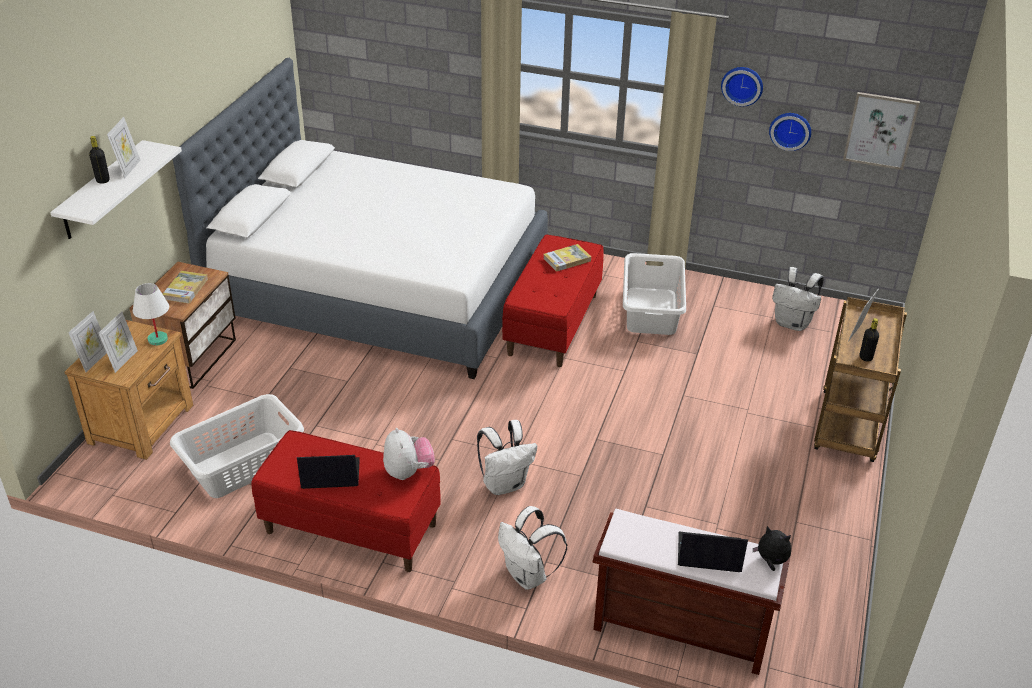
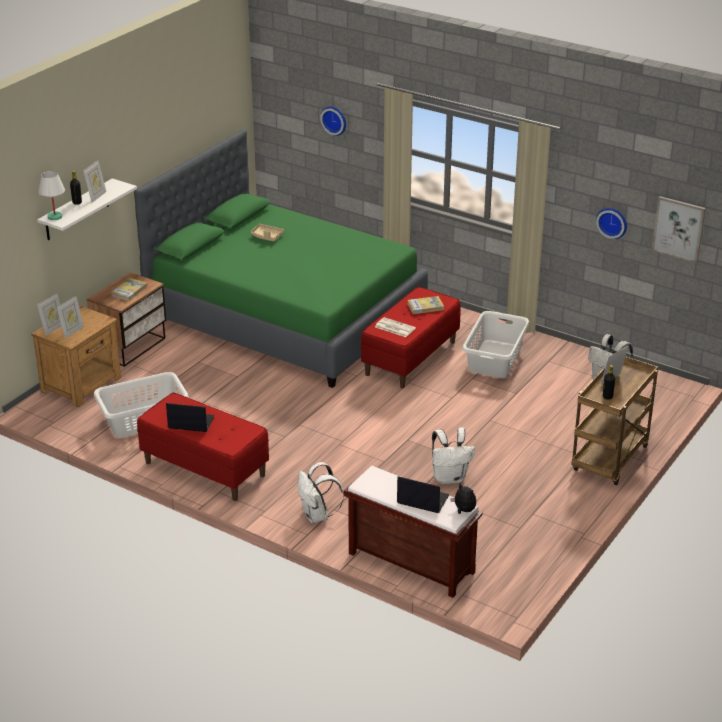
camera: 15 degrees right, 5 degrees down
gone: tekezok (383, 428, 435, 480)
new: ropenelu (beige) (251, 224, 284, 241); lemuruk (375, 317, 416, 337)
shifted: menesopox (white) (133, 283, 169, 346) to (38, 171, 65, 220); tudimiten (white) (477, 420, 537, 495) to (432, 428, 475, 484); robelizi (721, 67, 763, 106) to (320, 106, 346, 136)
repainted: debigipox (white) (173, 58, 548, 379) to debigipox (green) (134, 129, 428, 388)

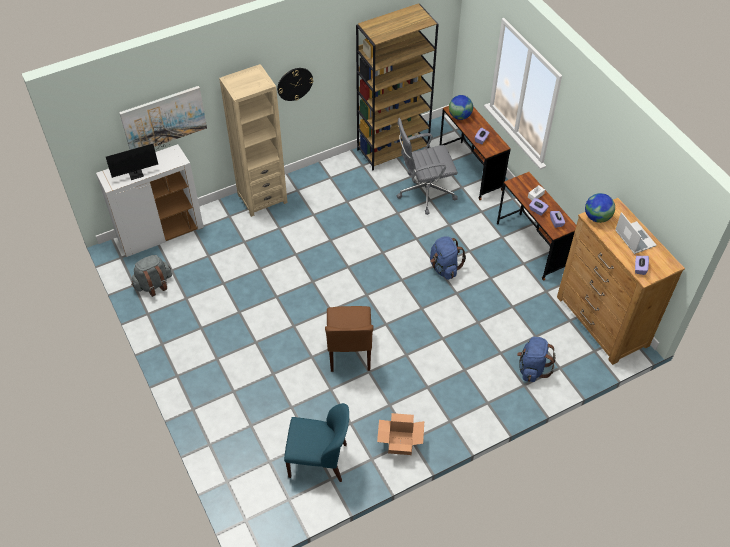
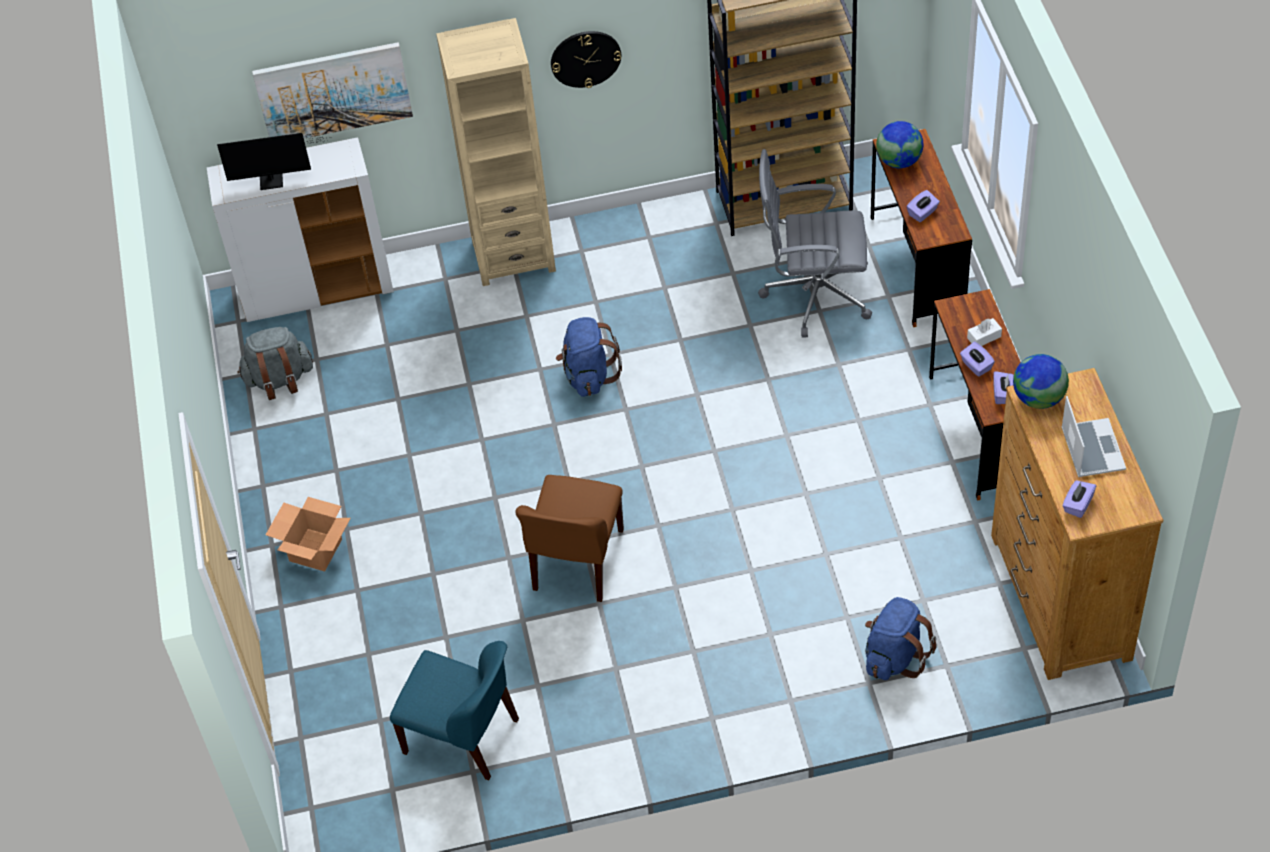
camera: 20 degrees right, 0 degrees up
shifted: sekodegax (377, 413, 424, 455) to (266, 497, 351, 571); tudimiten (blue) (430, 236, 466, 280) to (556, 317, 622, 397)

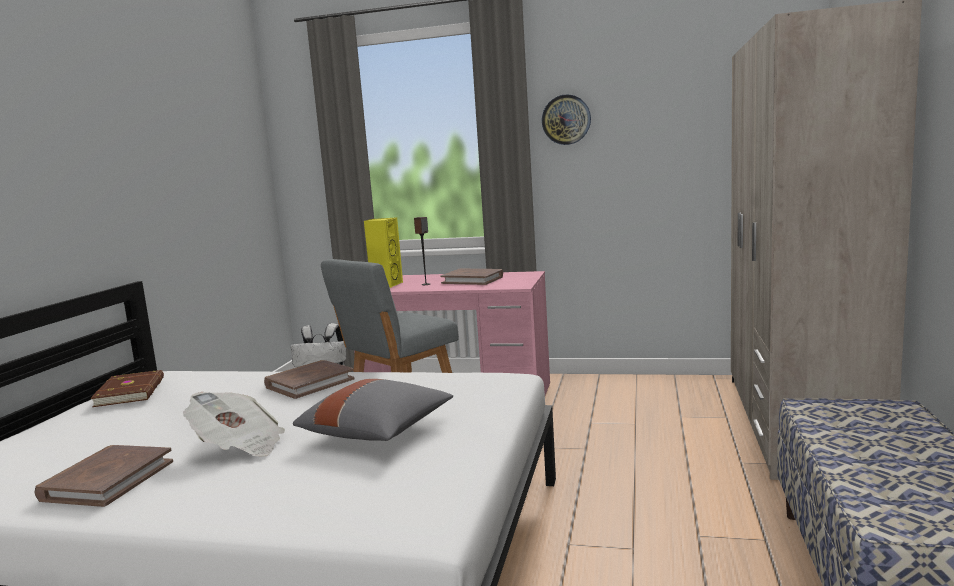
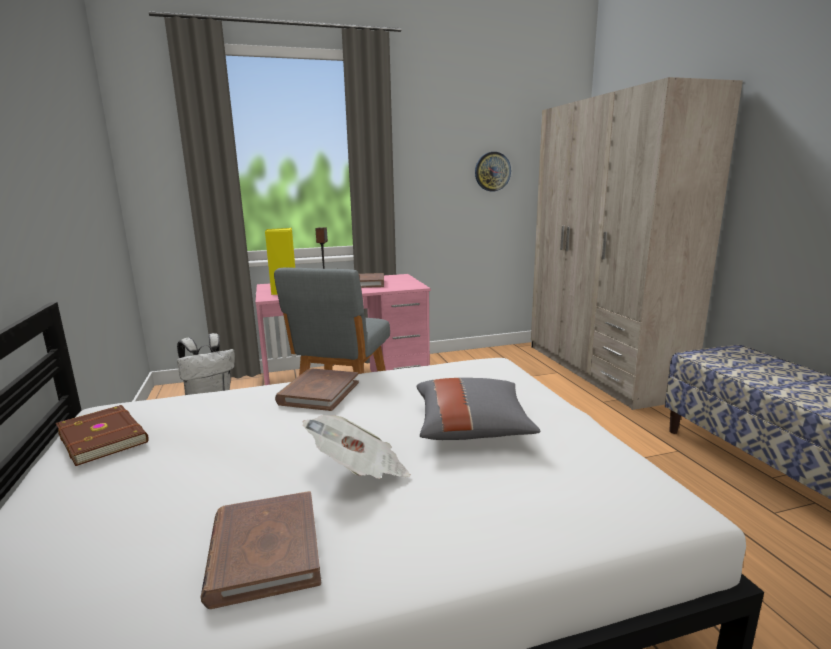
camera: 30 degrees left, 5 degrees up
shifted: robelizi (542, 94, 591, 145) to (475, 152, 511, 191)

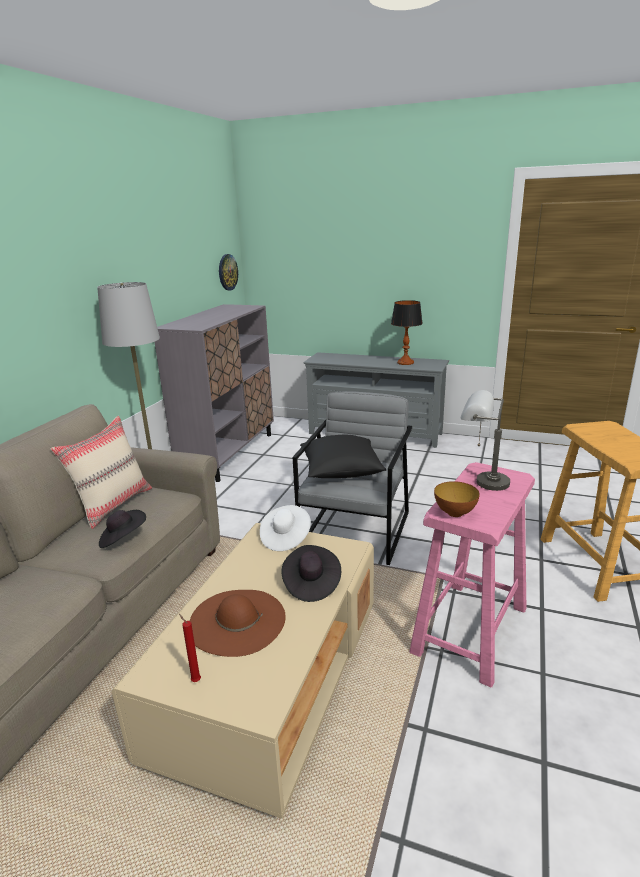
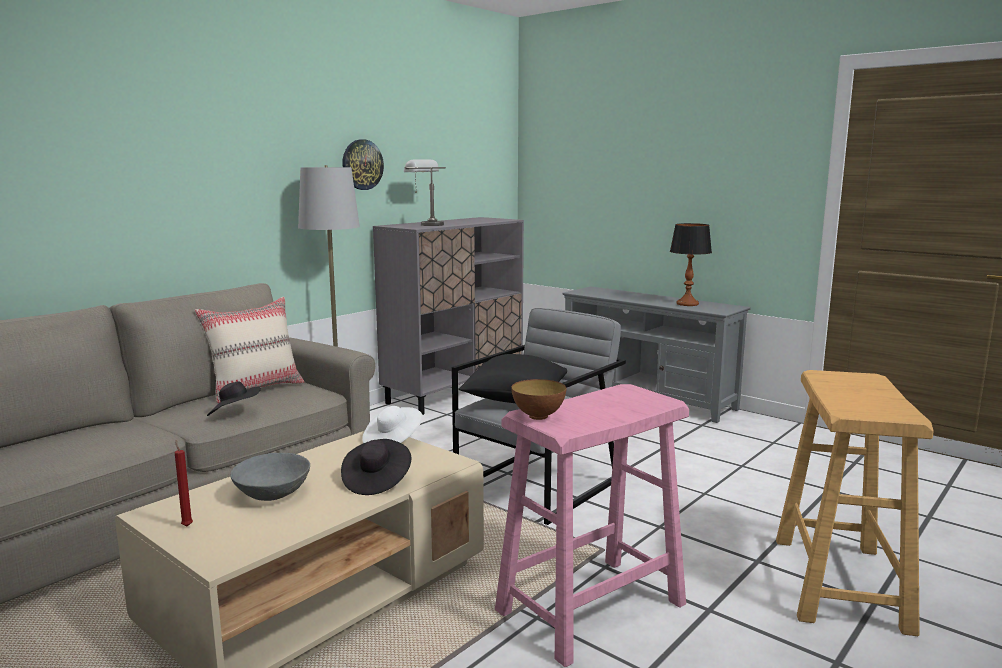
camera: 20 degrees right, 10 degrees down
shifted: robelizi (219, 254, 238, 290) to (342, 139, 384, 190); menesopox (grey) (461, 390, 510, 491) to (404, 159, 446, 226)
swapped: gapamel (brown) (189, 590, 286, 657) to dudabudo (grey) (230, 453, 310, 501)

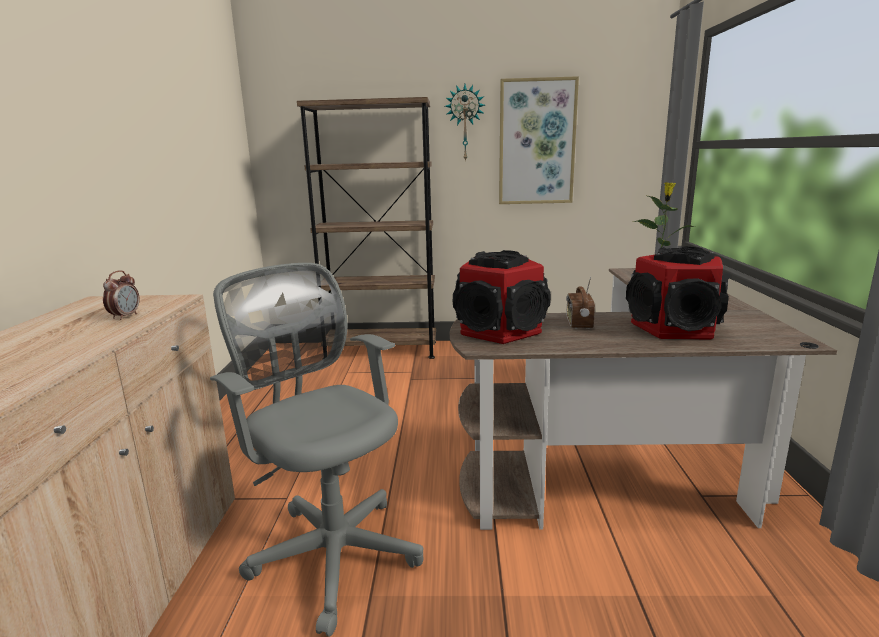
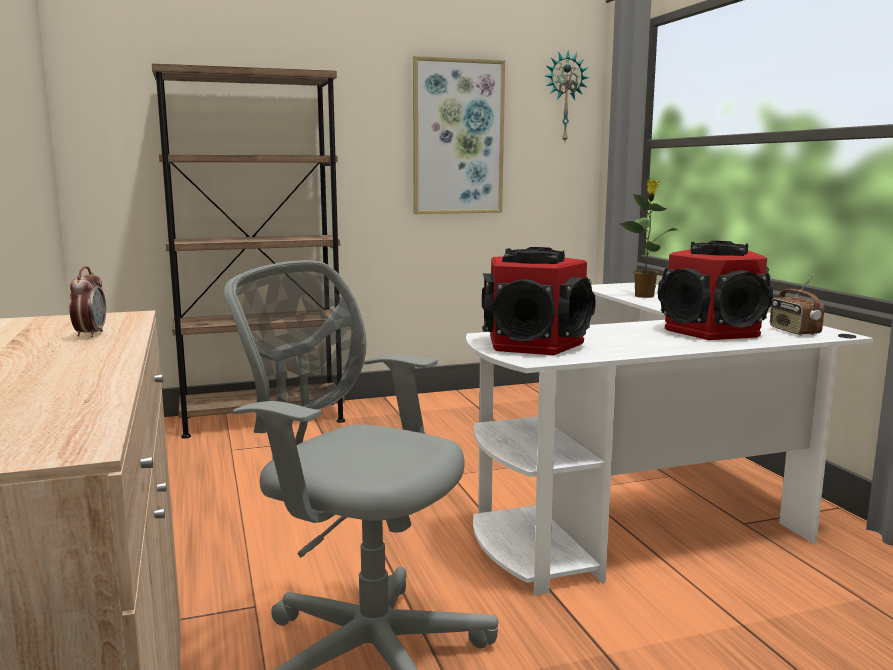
camera: 20 degrees left, 5 degrees down
shifted: robelizi (445, 84, 485, 162) to (545, 51, 589, 141); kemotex (566, 276, 595, 329) to (770, 274, 824, 336)
repainted: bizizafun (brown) (450, 268, 837, 530) to bizizafun (white) (466, 283, 874, 595)

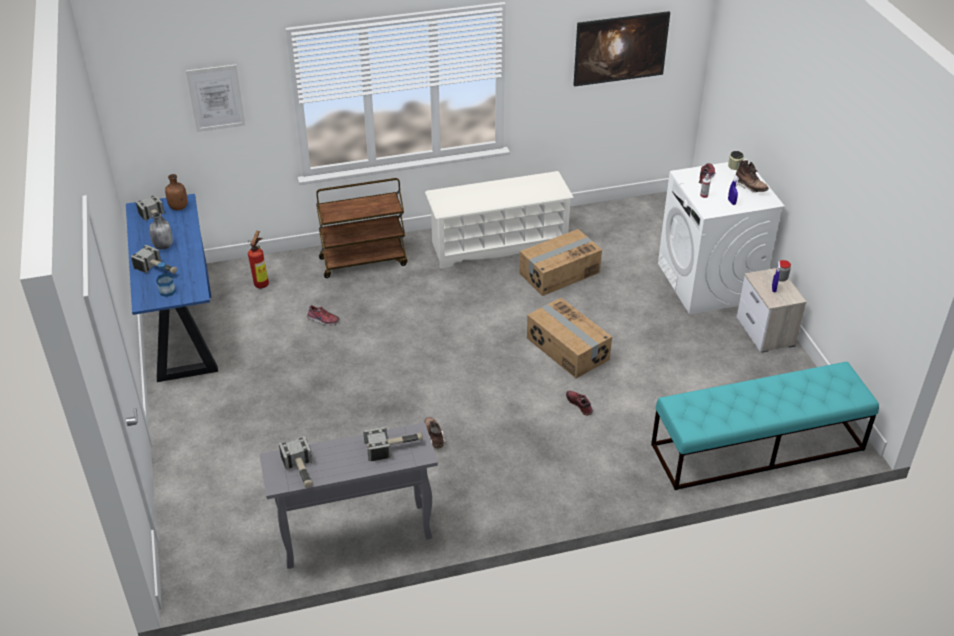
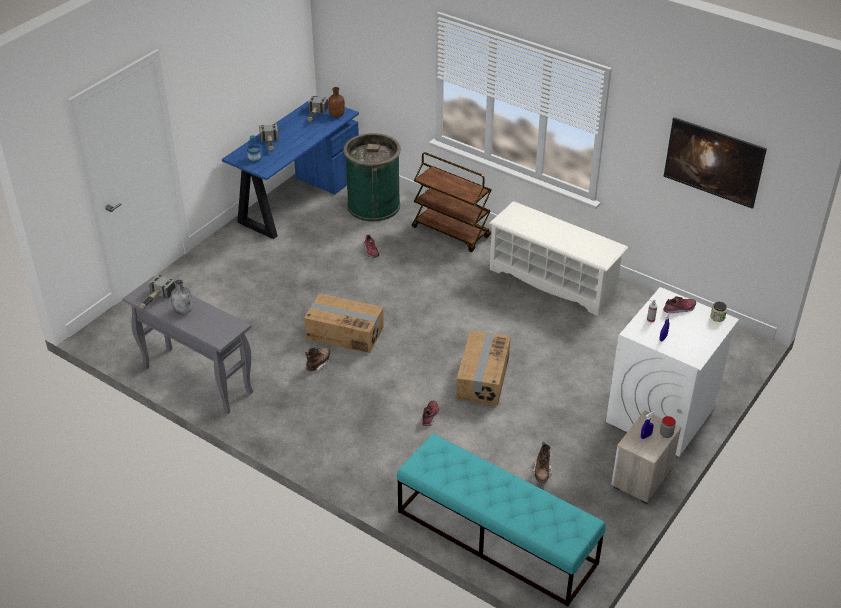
camera: 50 degrees right, 0 degrees up
gone: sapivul (186, 64, 245, 132); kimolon (363, 427, 423, 461)
shifted: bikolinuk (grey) (149, 212, 173, 250) to (171, 280, 192, 315); sekodegax (520, 229, 602, 296) to (304, 293, 383, 353); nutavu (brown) (736, 160, 769, 192) to (533, 442, 552, 483)
swapped: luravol (248, 231, 269, 288) to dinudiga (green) (343, 133, 401, 222)

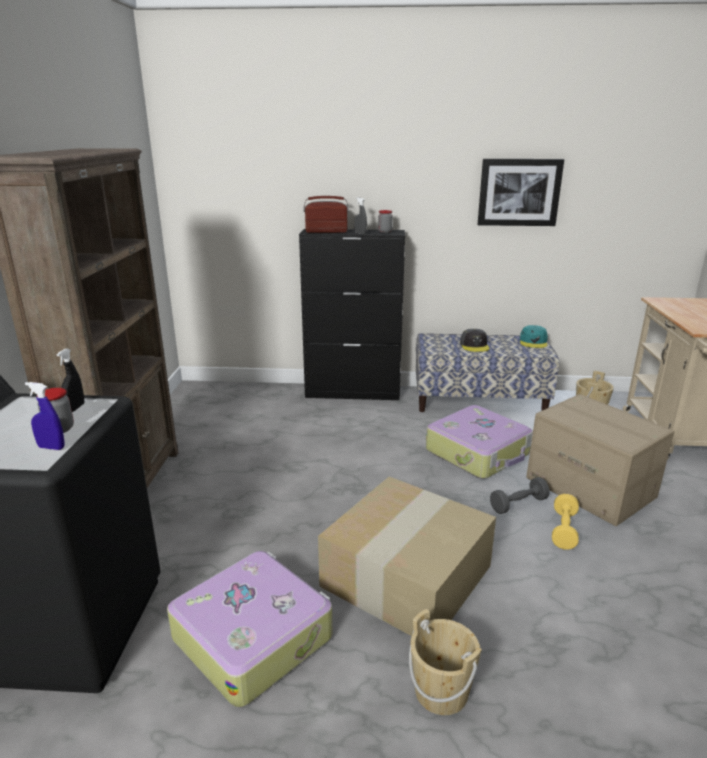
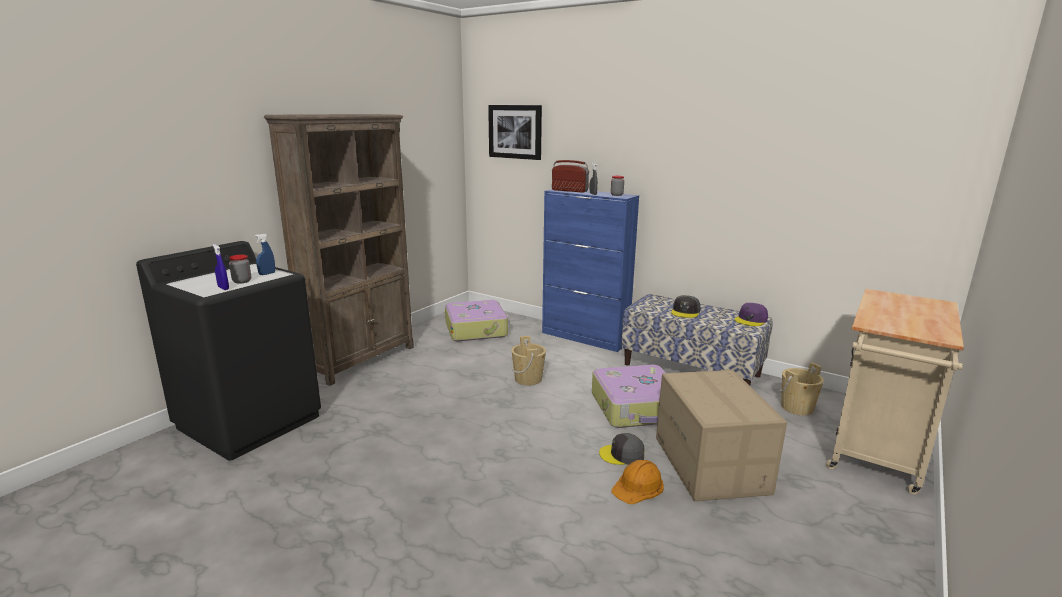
camera: 30 degrees right, 5 degrees down
gone: sekodegax (318, 476, 496, 636)
shifted: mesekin (167, 551, 333, 707) to (445, 300, 509, 341); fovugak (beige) (409, 609, 482, 715) to (511, 336, 546, 386); sapivul (478, 159, 564, 226) to (488, 105, 542, 160)
swapped: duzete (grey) (490, 477, 550, 514) to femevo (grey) (599, 433, 644, 465); duzete (yellow) (552, 494, 579, 550) to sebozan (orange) (612, 460, 664, 504)
repainted: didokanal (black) (57, 348, 84, 412) to didokanal (blue) (254, 233, 275, 275); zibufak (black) (299, 229, 405, 400) to zibufak (blue) (542, 189, 639, 352); femevo (turquoise) (520, 325, 548, 348) to femevo (purple) (735, 303, 768, 326)

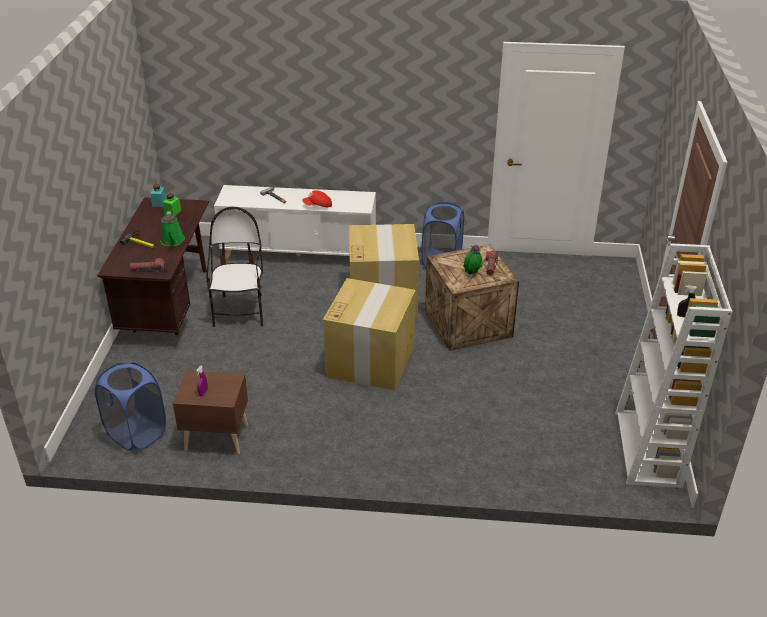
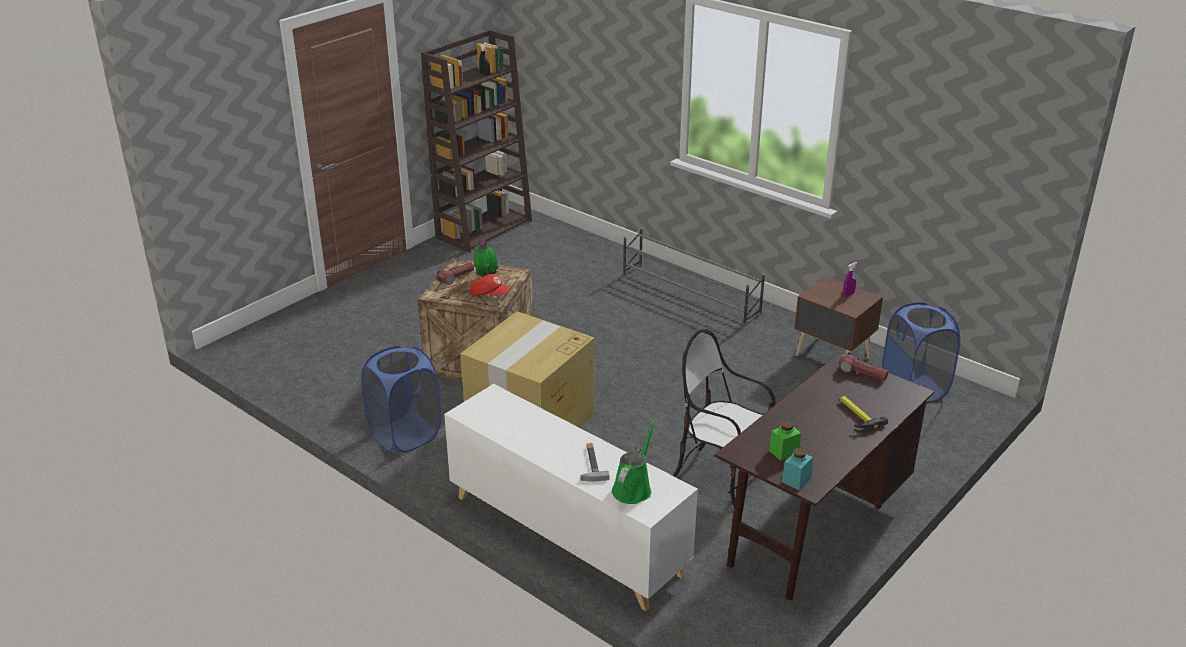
camera: 145 degrees left, 5 degrees down
gone: sekodegax (323, 278, 416, 390)
new: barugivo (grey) (623, 227, 765, 326)
shifted: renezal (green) (160, 211, 185, 246) to (612, 420, 656, 504); femevo (red) (302, 190, 332, 207) to (470, 274, 510, 296)
repainted: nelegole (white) (615, 243, 732, 488) to nelegole (brown) (421, 29, 532, 253)
rotated: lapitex (206, 207, 263, 327) = (673, 329, 776, 506) 90 degrees clockwise

